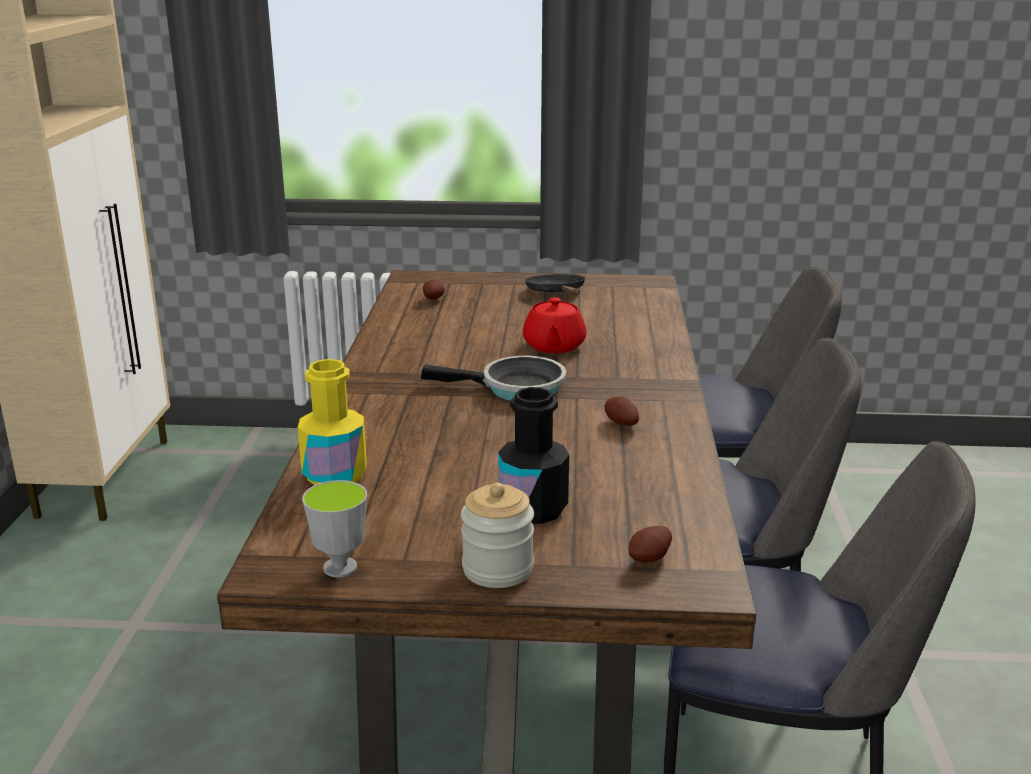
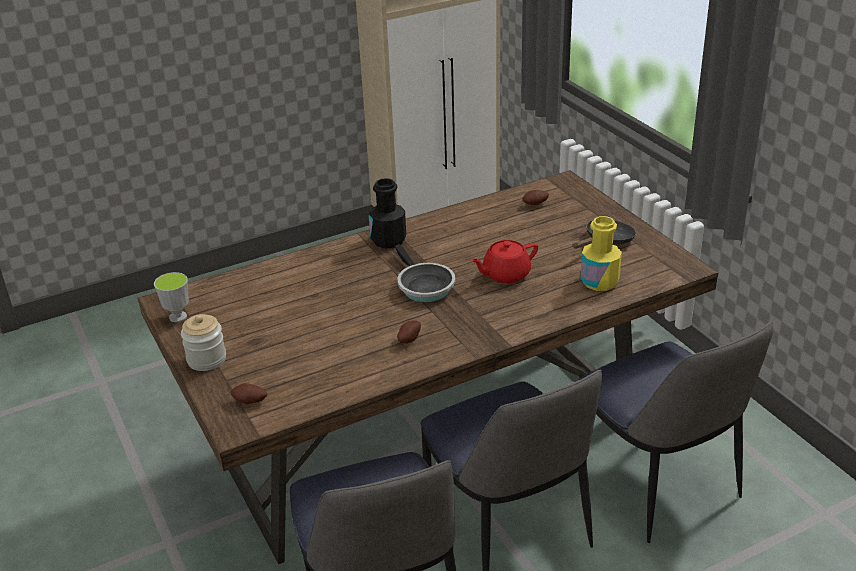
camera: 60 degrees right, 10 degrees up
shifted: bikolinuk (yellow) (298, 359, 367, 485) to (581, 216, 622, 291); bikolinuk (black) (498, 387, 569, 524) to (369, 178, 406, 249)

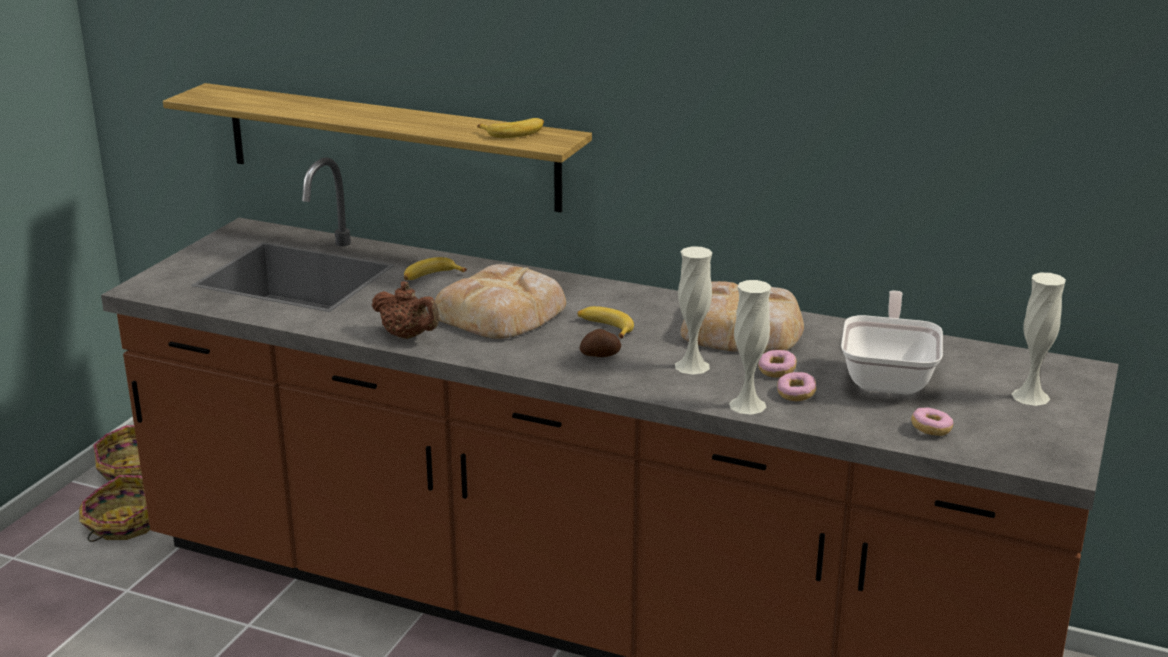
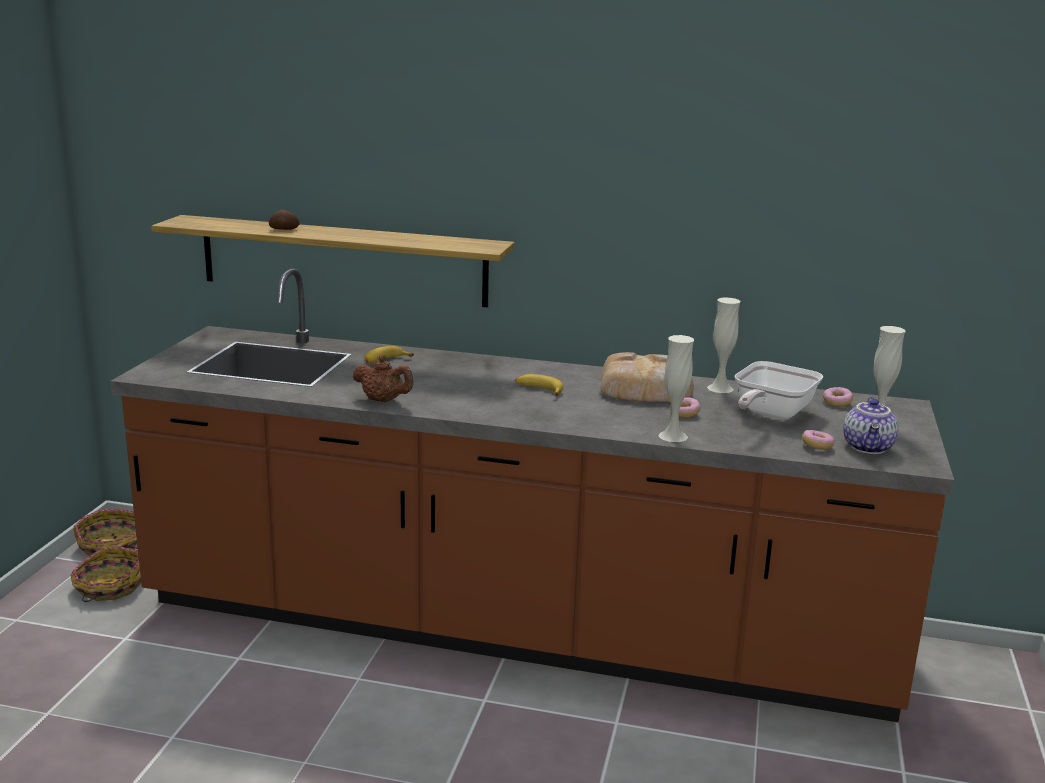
camera: 10 degrees left, 5 degrees down
gone: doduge (435, 264, 566, 339); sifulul (477, 118, 544, 138)
new: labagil (843, 397, 899, 454)
shifted: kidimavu (579, 329, 621, 357) to (269, 210, 299, 230); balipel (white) (675, 246, 712, 375) to (707, 298, 740, 393); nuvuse (777, 372, 816, 401) to (823, 387, 853, 407)
rotated: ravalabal (841, 291, 943, 395) = (735, 361, 823, 419) 150 degrees counterclockwise

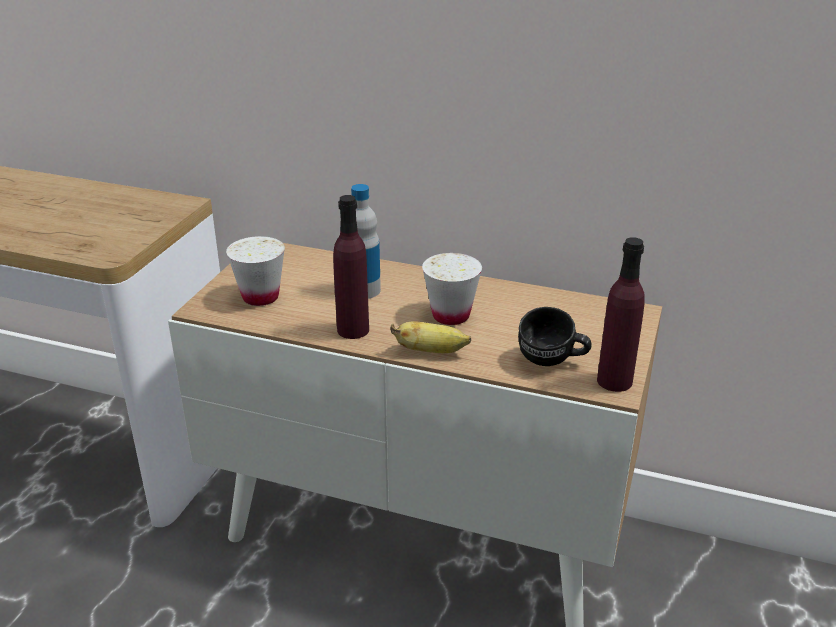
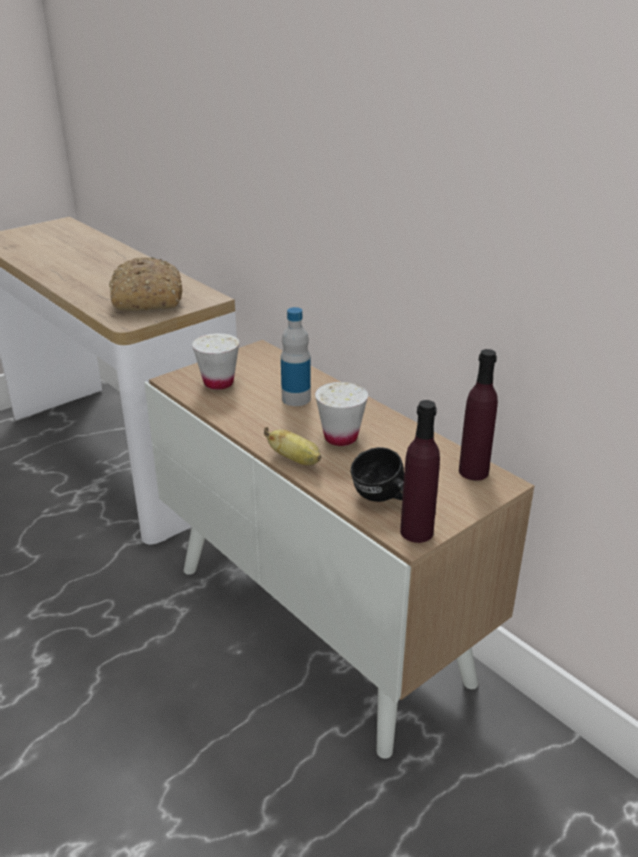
camera: 30 degrees right, 0 degrees up
new: doduge (109, 257, 183, 311)
shifted: bikolinuk (purple) (333, 195, 369, 339) to (459, 349, 498, 481)

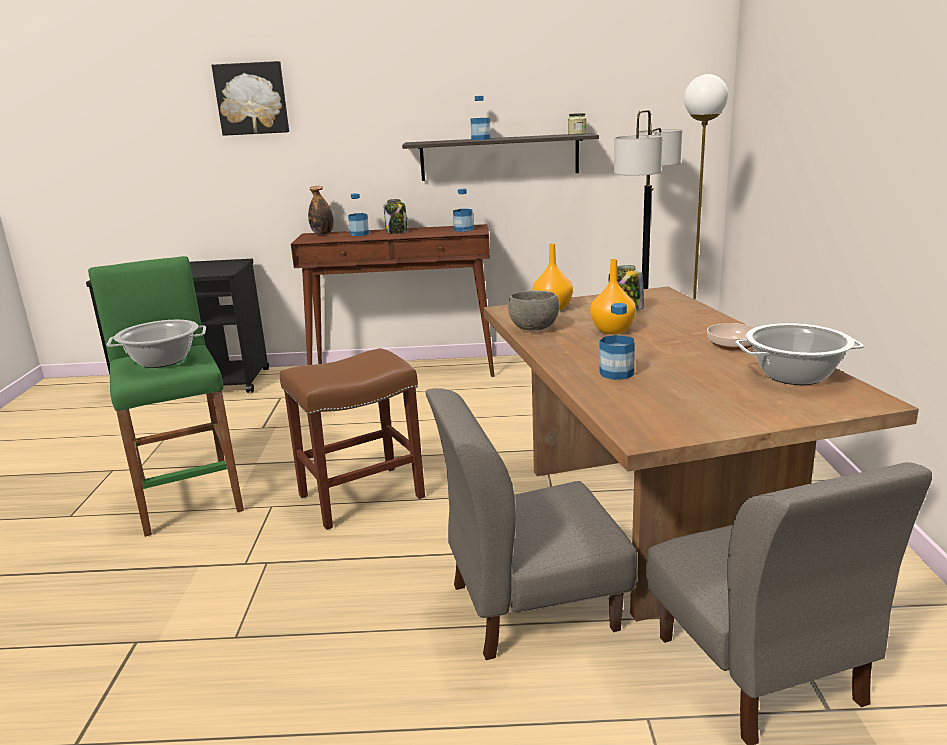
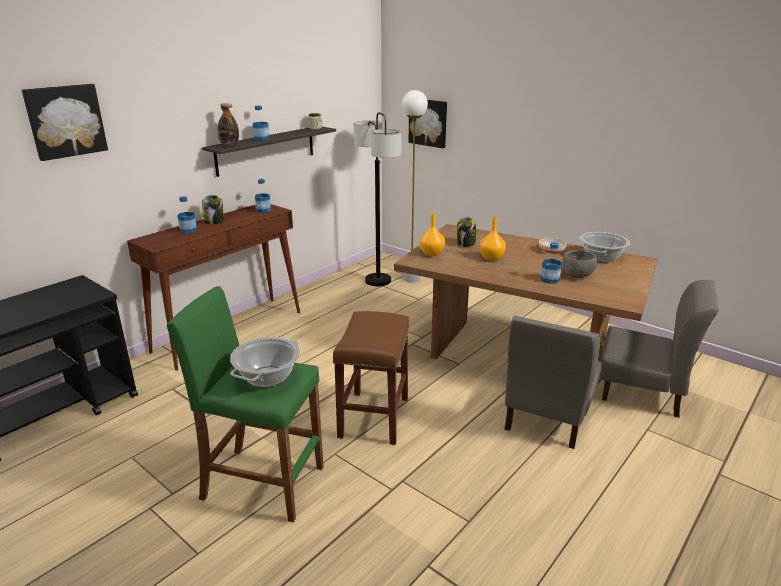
camera: 50 degrees left, 5 degrees up
new: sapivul (409, 100, 447, 148)
shifted: bikolinuk (308, 186, 334, 235) to (217, 103, 239, 146); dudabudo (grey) (508, 290, 559, 331) to (562, 250, 597, 278)

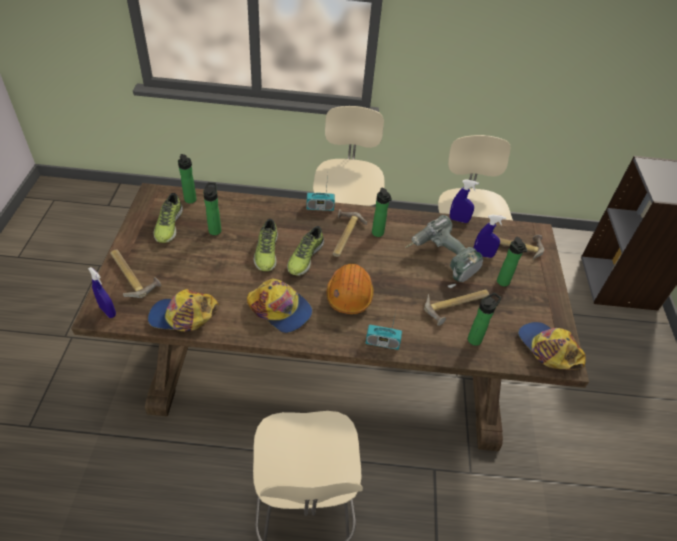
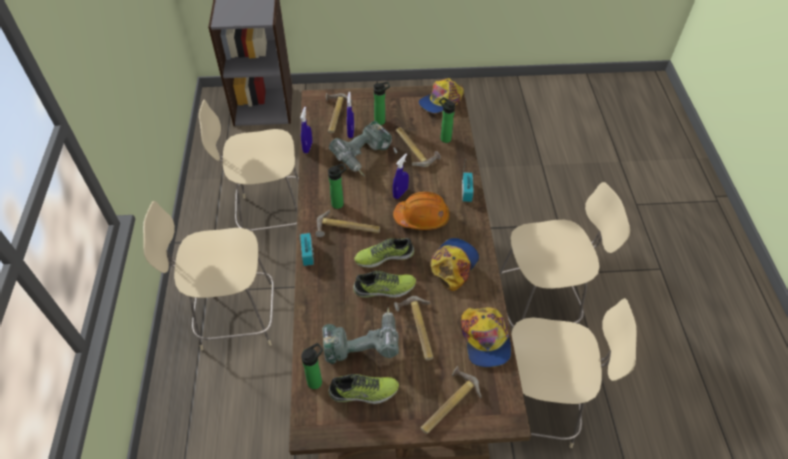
camera: 95 degrees left, 5 degrees up
new: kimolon (394, 296, 434, 361); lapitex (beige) (511, 298, 637, 448)
shifted: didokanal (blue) (88, 267, 116, 318) to (393, 154, 409, 199)
swapped: bikolinuk (203, 182, 221, 235) to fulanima (322, 307, 399, 364)
rotated: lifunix (287, 226, 324, 276) = (354, 238, 414, 268) 150 degrees clockwise

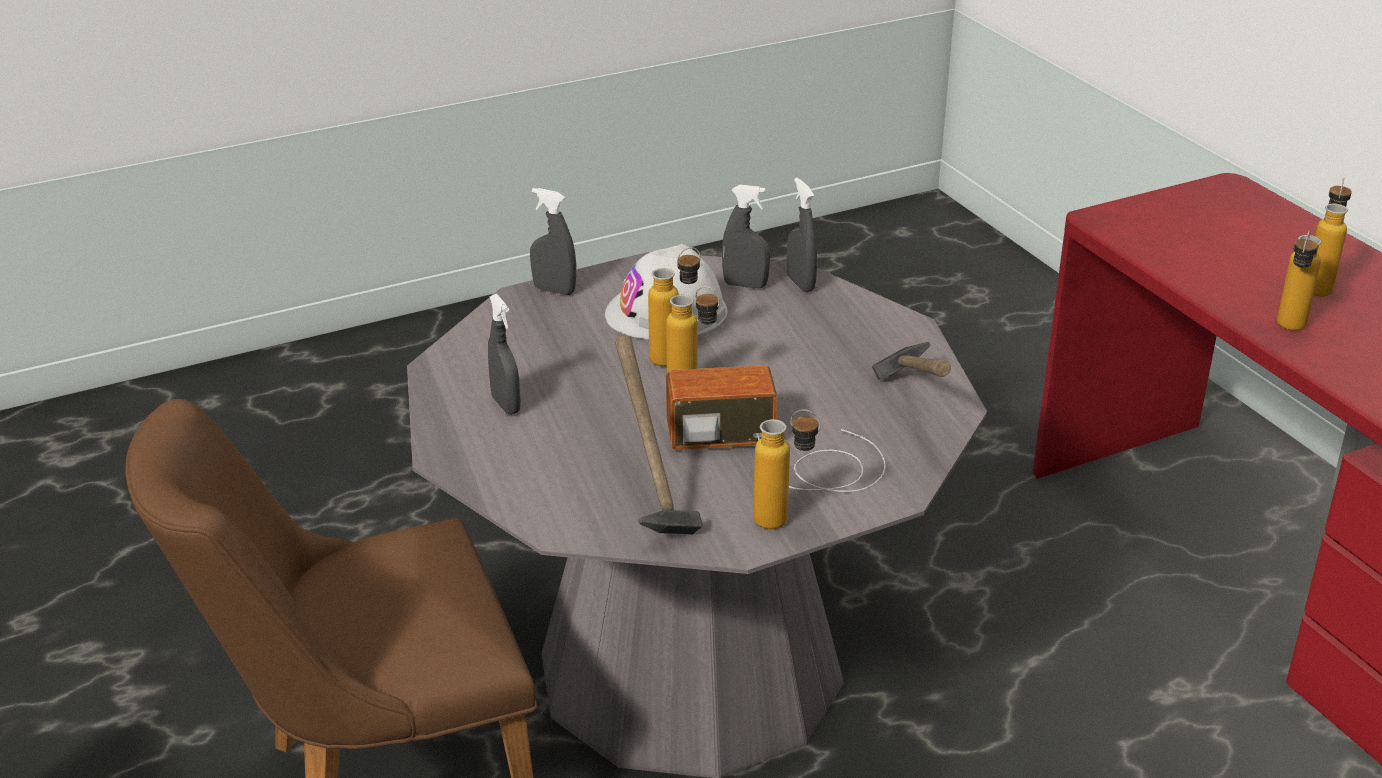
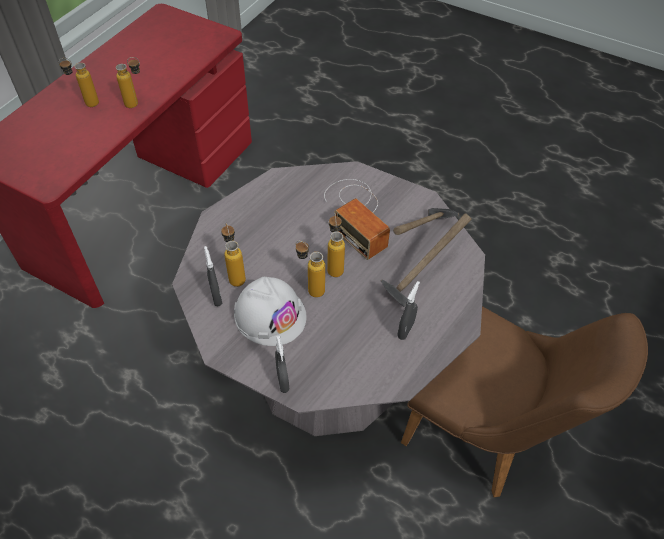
camera: 125 degrees left, 20 degrees up
gone: didokanal (grey) (787, 178, 817, 292)
shifted: bikolinuk (753, 409, 821, 529) to (221, 223, 246, 287); kimolon (872, 342, 951, 379) to (381, 213, 472, 307)

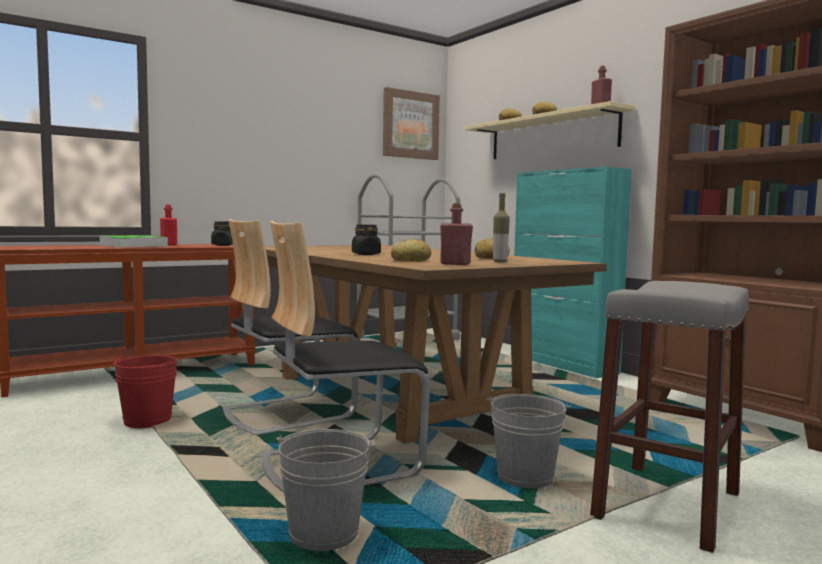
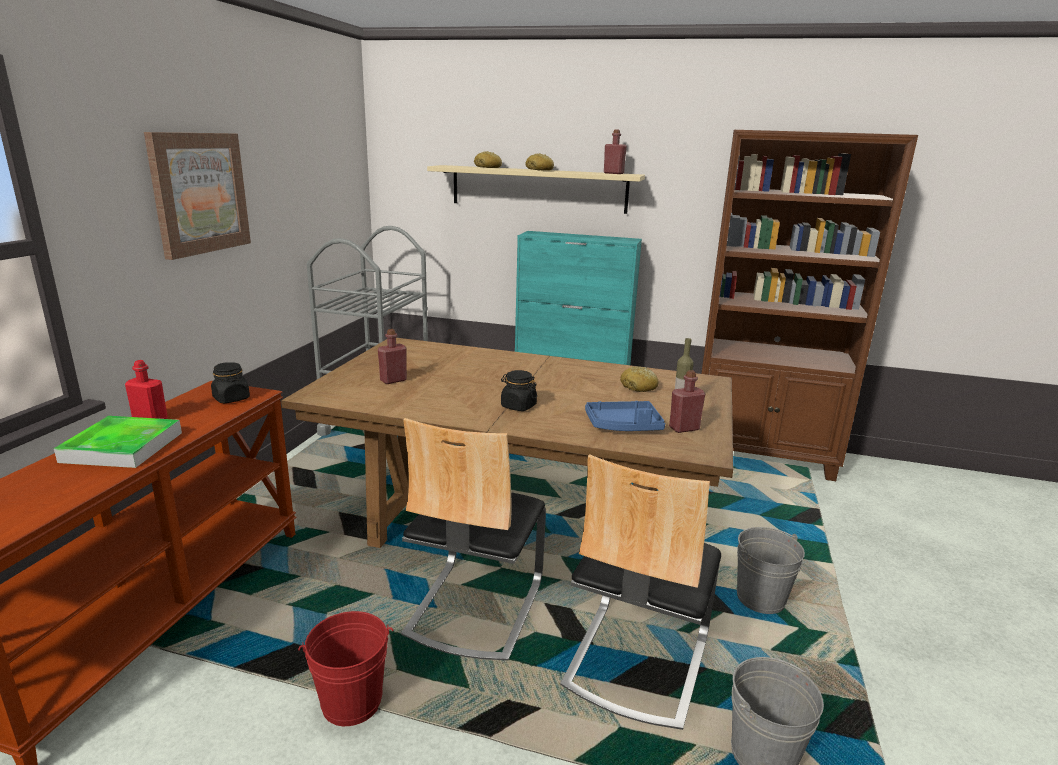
camera: 40 degrees left, 15 degrees up
gone: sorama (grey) (590, 281, 749, 553)
new: bikolinuk (red) (378, 329, 407, 384)
shifted: sapivul (383, 87, 440, 160) to (144, 132, 251, 260)
swapped: doduge (391, 238, 432, 262) to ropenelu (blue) (585, 401, 665, 431)

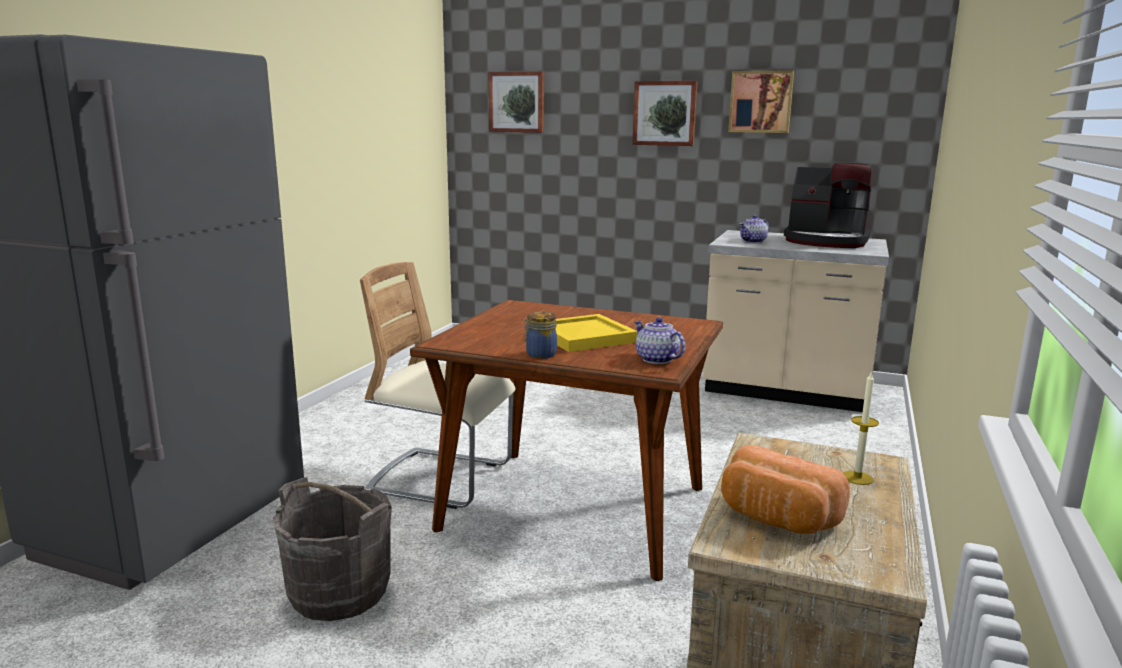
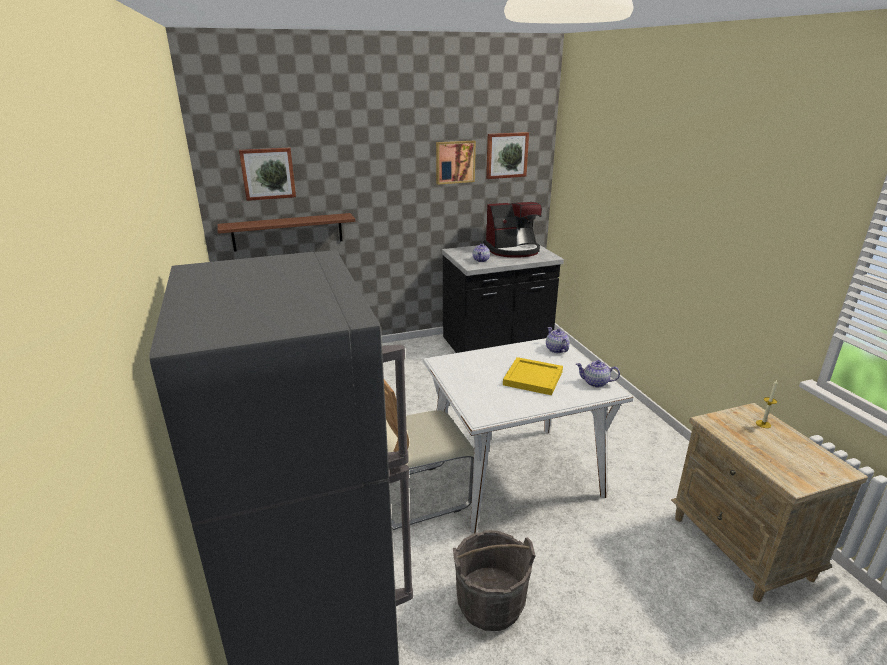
camera: 40 degrees left, 10 degrees up
gone: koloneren (523, 312, 557, 359); doduge (721, 445, 850, 534)
new: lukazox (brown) (217, 213, 355, 252); labagil (546, 327, 570, 353)
shifted: sapivul (632, 81, 698, 146) to (486, 132, 529, 179)
repainted: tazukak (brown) (410, 300, 723, 581) to tazukak (white) (423, 338, 633, 533); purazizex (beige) (703, 230, 889, 412) to purazizex (black) (442, 245, 564, 353)

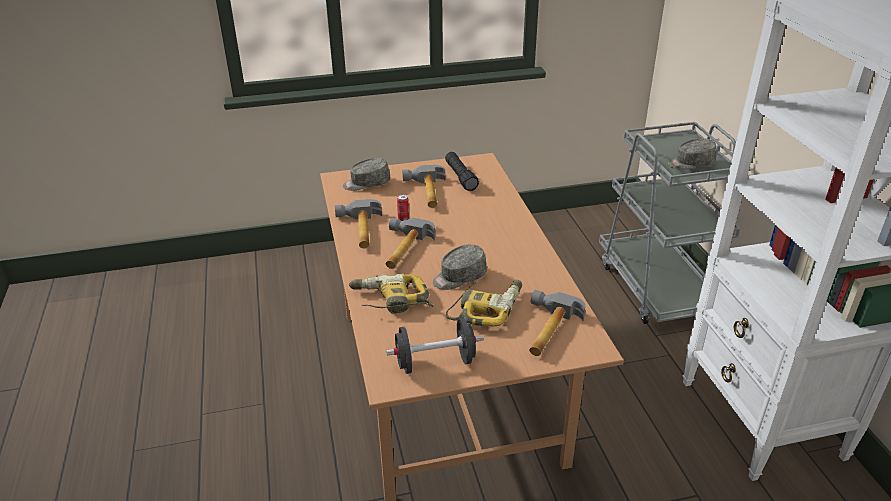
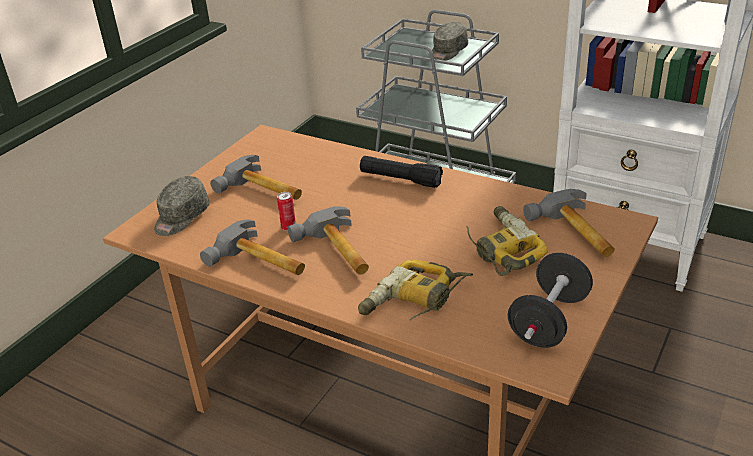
camera: 45 degrees left, 0 degrees up
gone: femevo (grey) (433, 244, 487, 290)
shifted: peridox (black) (445, 152, 479, 191) to (360, 156, 443, 188)

